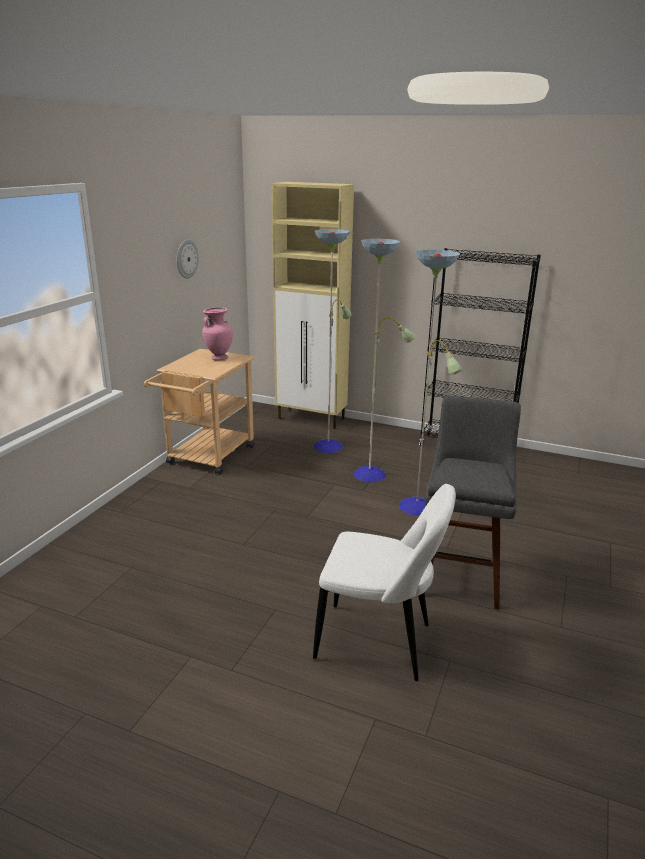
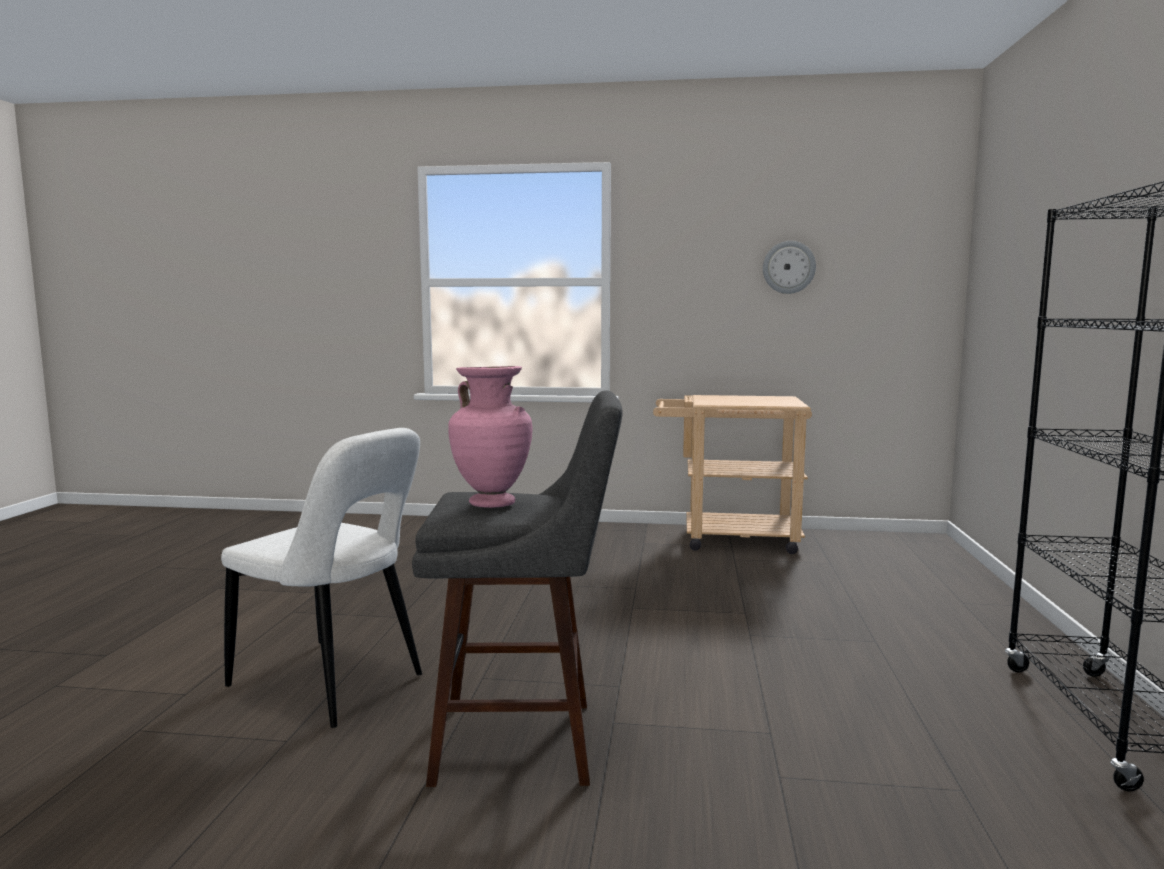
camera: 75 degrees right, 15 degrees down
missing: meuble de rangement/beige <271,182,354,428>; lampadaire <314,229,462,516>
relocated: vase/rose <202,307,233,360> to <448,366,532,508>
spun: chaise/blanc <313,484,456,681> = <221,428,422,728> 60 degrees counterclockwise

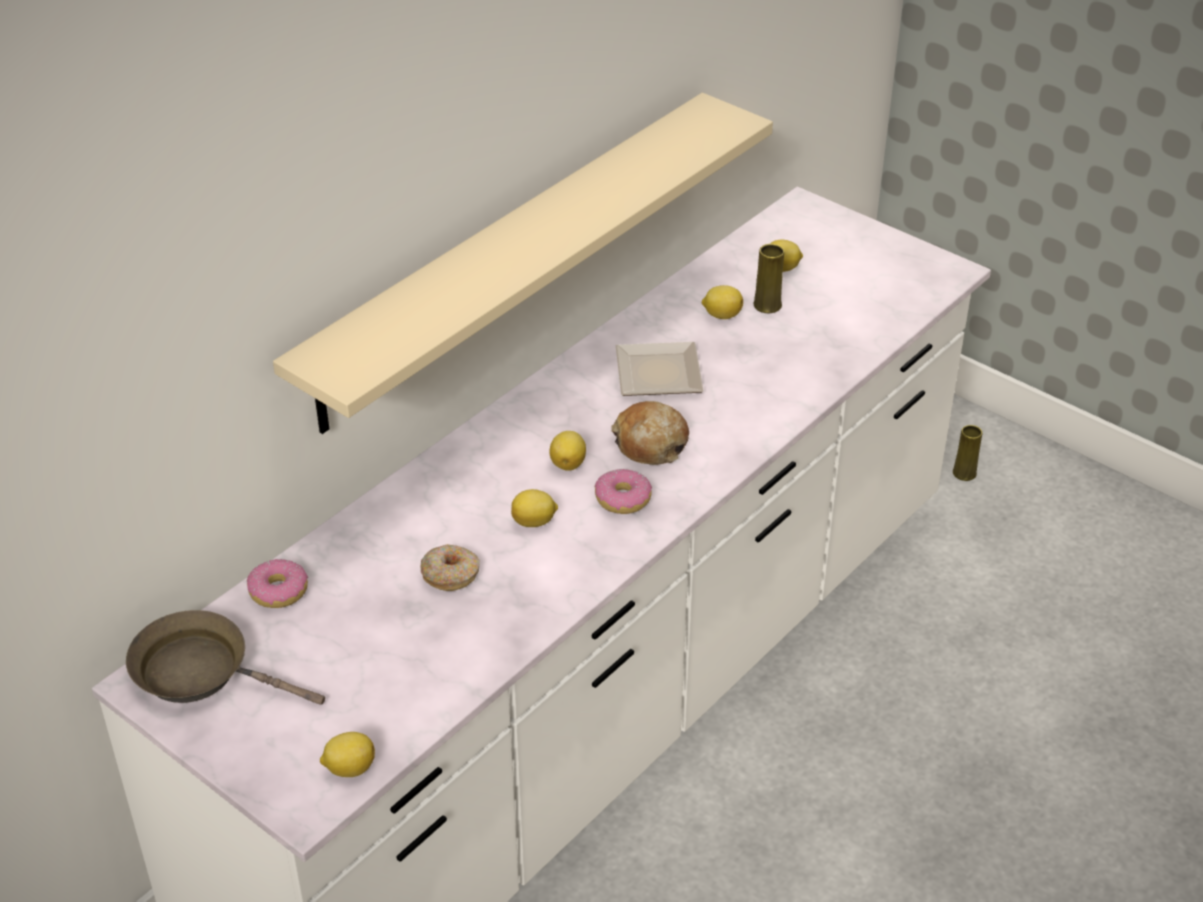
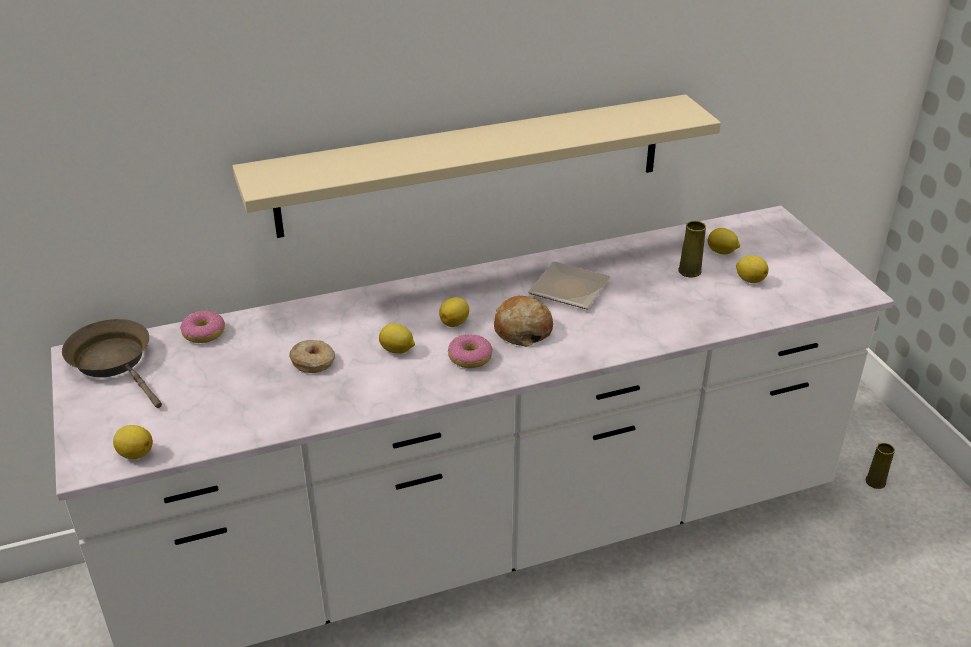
camera: 30 degrees right, 5 degrees down
relocated: citron <701,285,743,319> to <736,255,768,283>

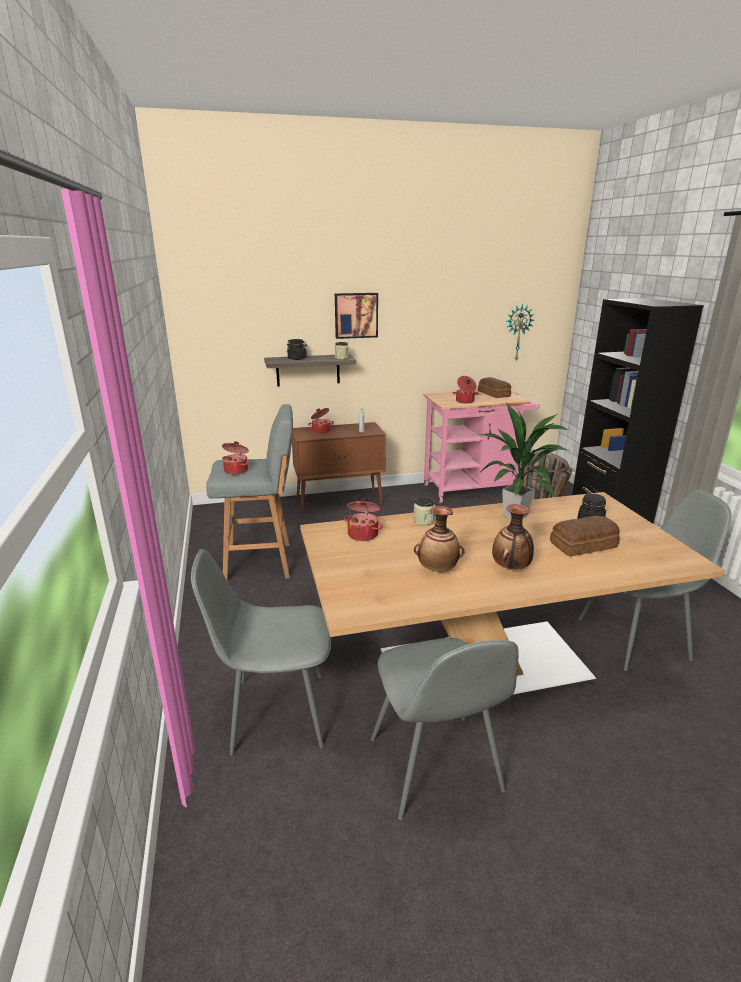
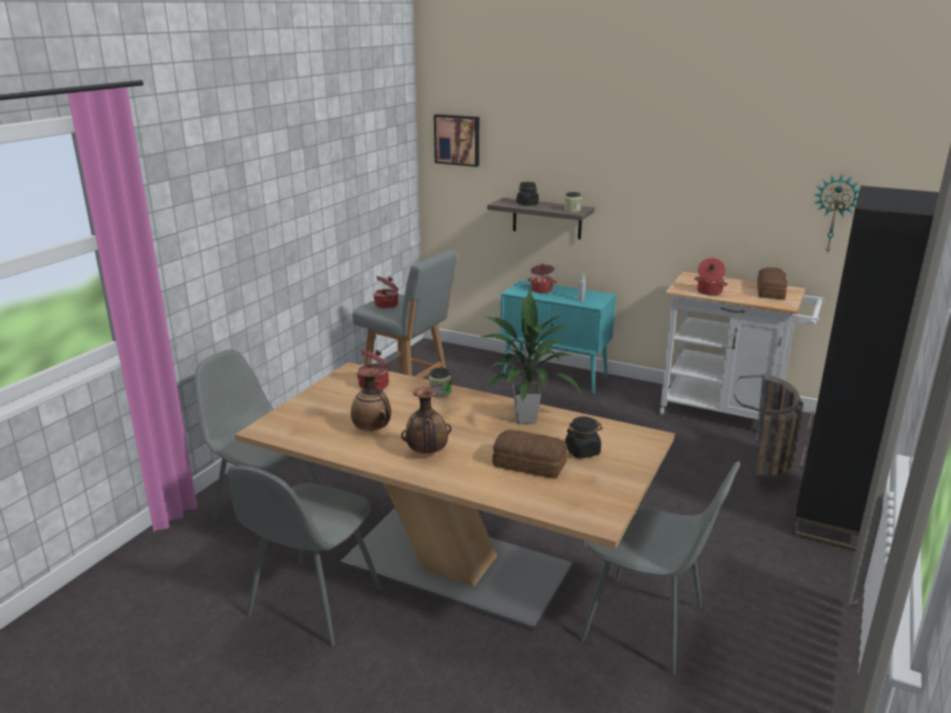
camera: 40 degrees right, 0 degrees up
relocated: tableau <335,293,378,339> to <434,114,479,167>
colour: meuble de rangement/marron <292,422,386,513> to meuble de rangement/turquoise <500,280,616,394>; chariot/rose <423,390,540,503> to chariot/blanc <660,272,825,420>

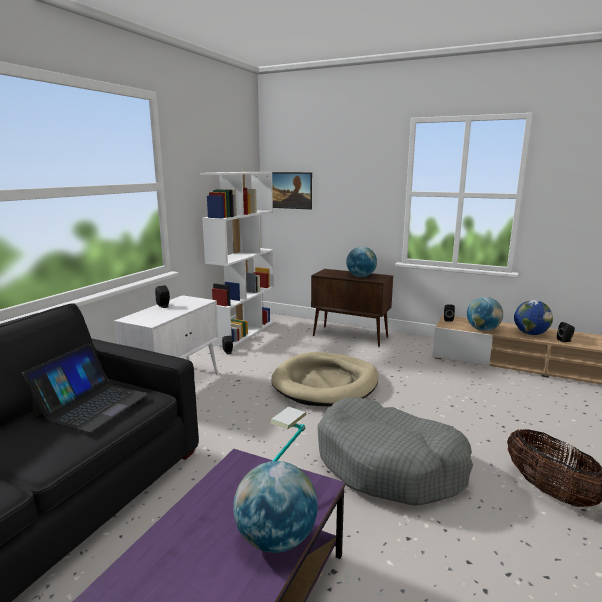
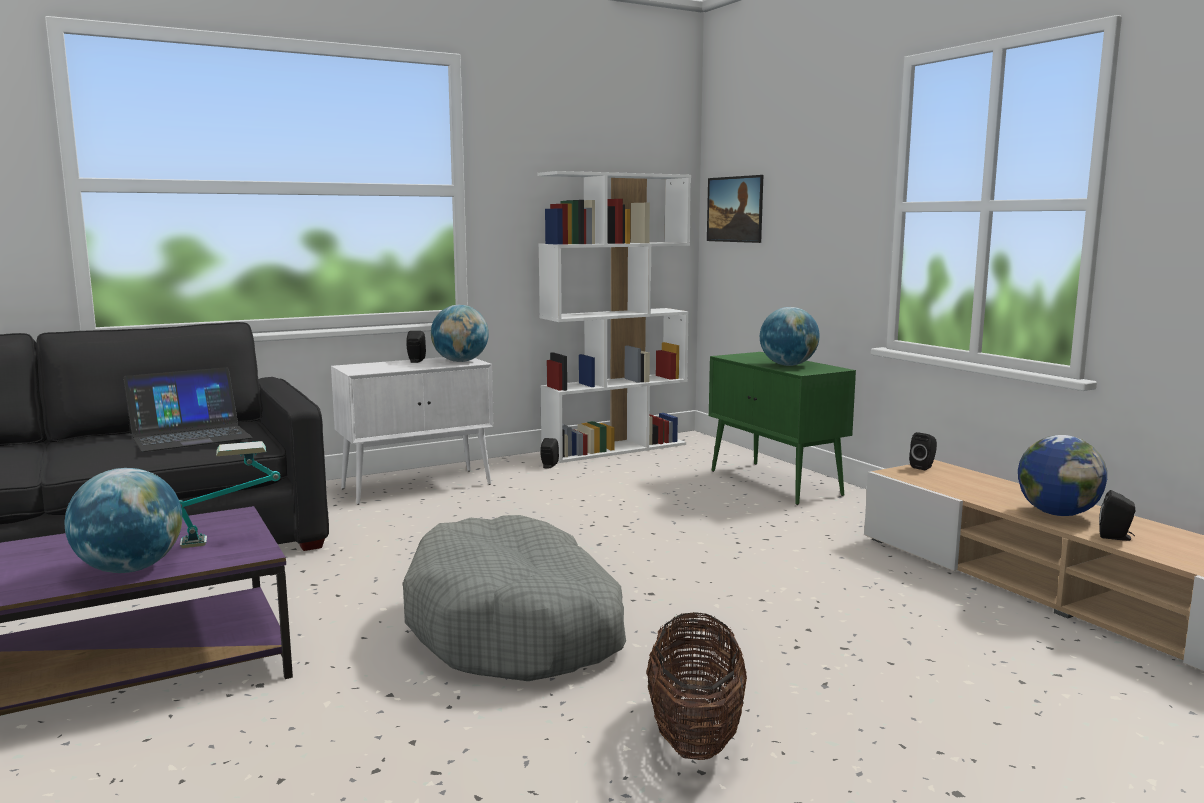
camera: 35 degrees right, 5 degrees down
missing: panier pour chien/beige <271,352,379,406>
relocated: globe <467,297,503,331> to <431,305,489,362>
colour: meuble de rangement/marron <311,269,393,347> to meuble de rangement/vert <709,352,856,505>

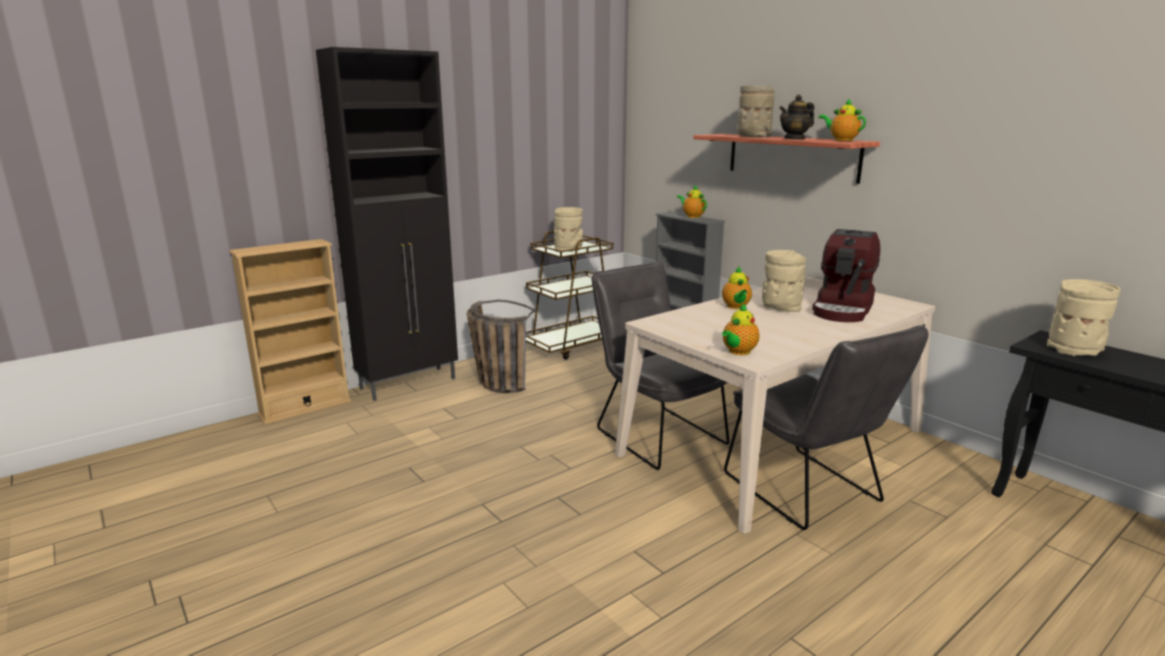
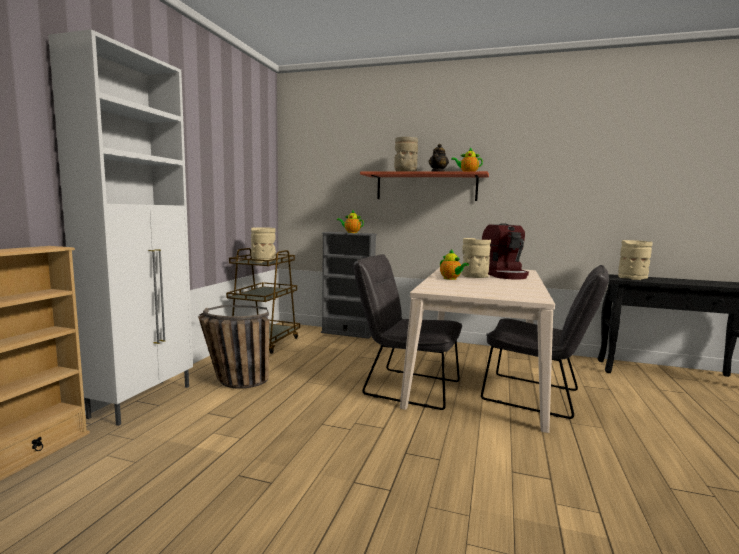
camera: 35 degrees left, 10 degrees down
missing: théière <722,303,759,355>
colour: meuble de rangement/noir <316,47,458,401> to meuble de rangement/blanc <48,29,193,426>

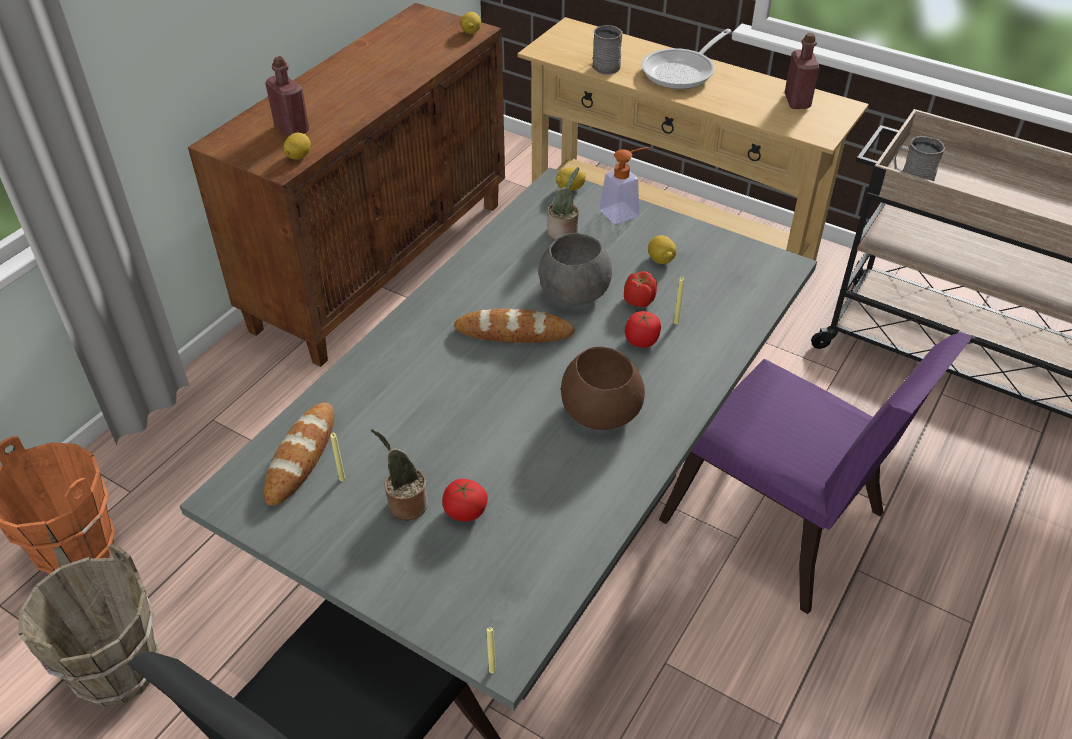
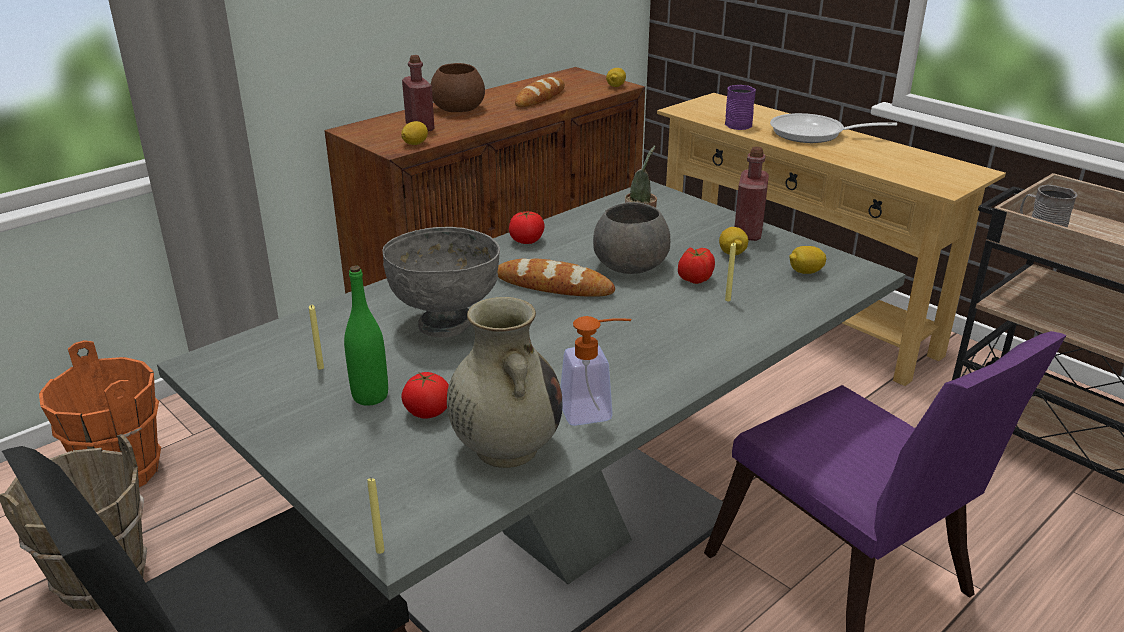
camera: 15 degrees right, 15 degrees down
appeared: bol/gris <382,227,500,338>; vase/beige <447,297,563,468>
relocated: pain <264,402,334,506> to <515,77,565,107>; citron <556,167,586,191> to <789,246,826,274>; bol/marron <561,347,645,430> to <431,63,485,112>; distributeur de savon <600,147,649,224> to <560,316,631,426>; tomate <625,311,661,348> to <509,211,545,244>; bouteille/rouge <785,33,820,109> to <735,146,769,241>
exchanged: plante en pot <371,429,428,521> to bouteille/vert <344,266,388,406>
colour: mug/gris <592,25,623,75> to mug/violet <725,85,756,130>
spun: poêle <642,29,731,89> = <770,113,897,143> 45 degrees clockwise

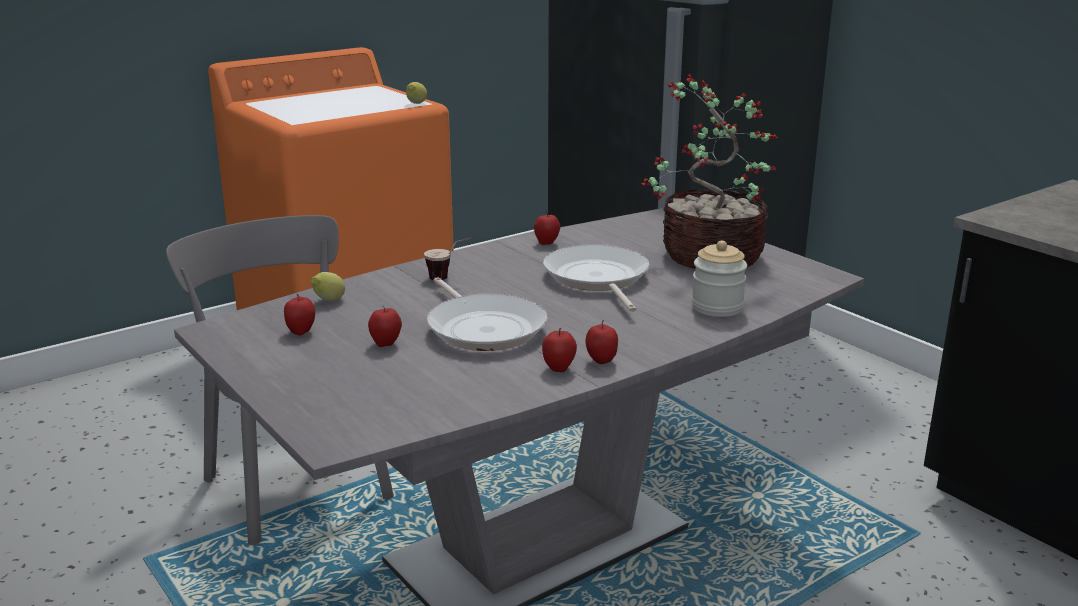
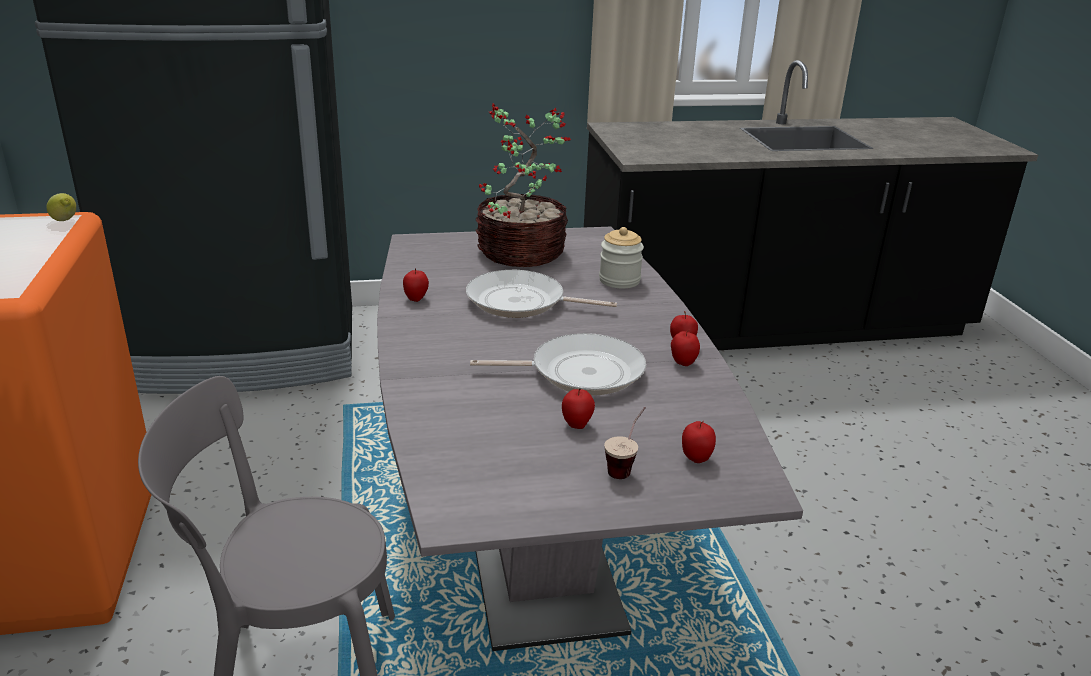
camera: 65 degrees left, 5 degrees up
missing: citron <311,272,345,301>
relocated: pomme <284,294,315,336> to <682,421,716,463>; tasse <424,237,472,280> to <604,407,646,479>

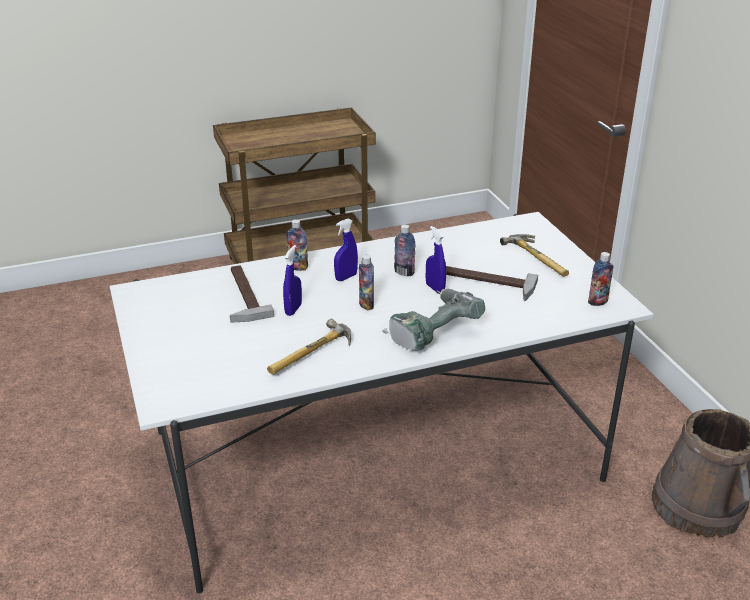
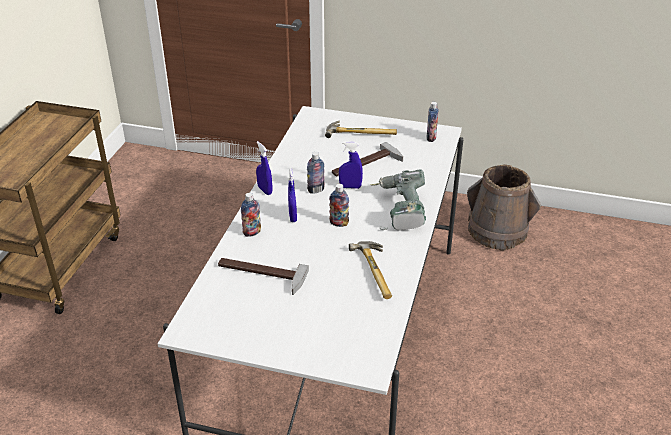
camera: 55 degrees left, 5 degrees up
relocated: vaporisateur/bleu <283,245,302,316> to <256,141,273,195>

